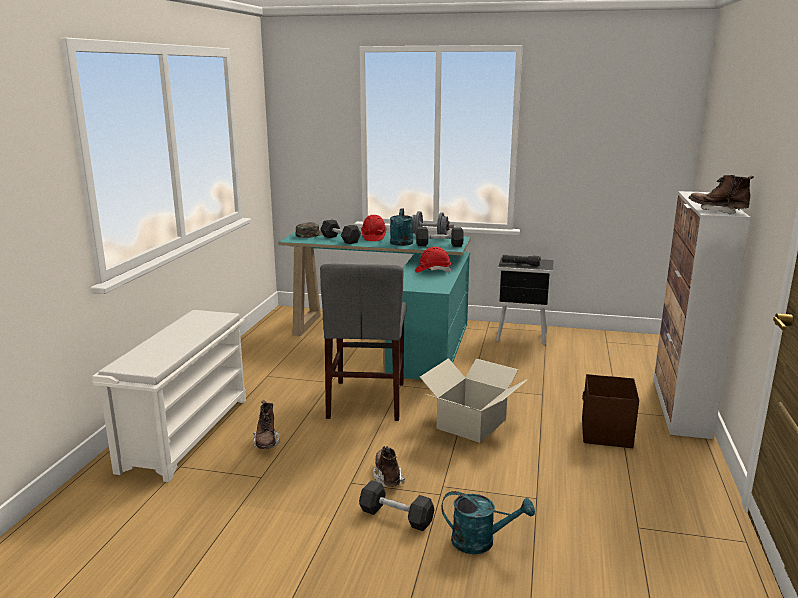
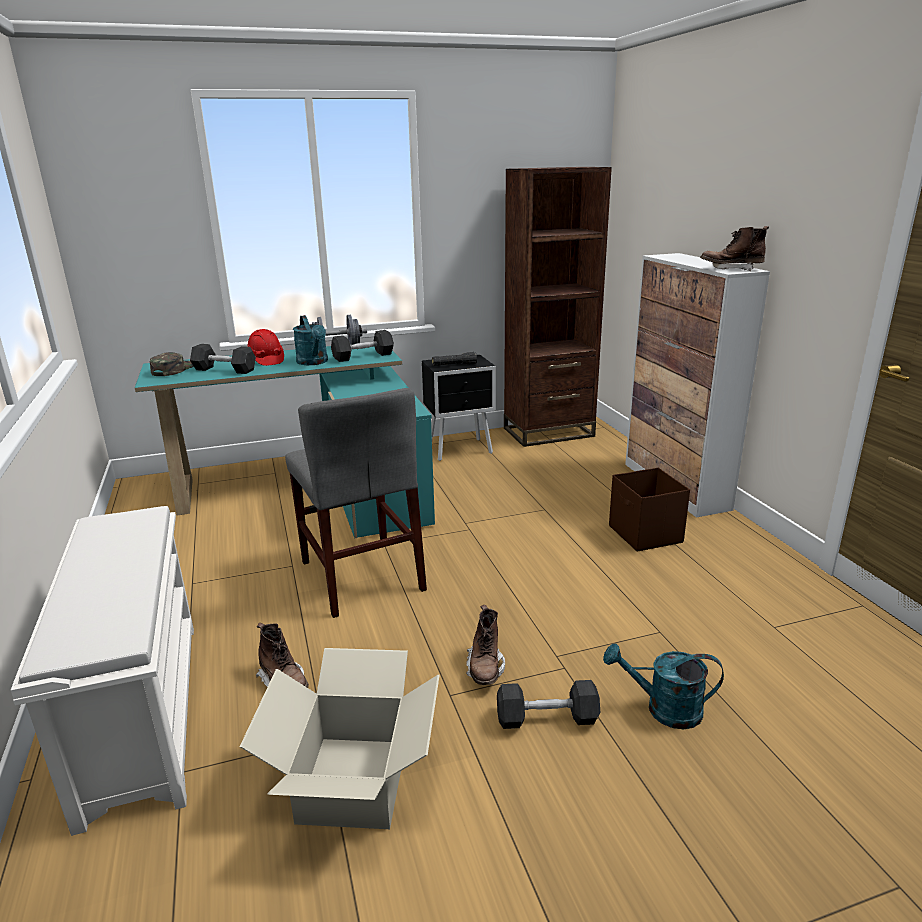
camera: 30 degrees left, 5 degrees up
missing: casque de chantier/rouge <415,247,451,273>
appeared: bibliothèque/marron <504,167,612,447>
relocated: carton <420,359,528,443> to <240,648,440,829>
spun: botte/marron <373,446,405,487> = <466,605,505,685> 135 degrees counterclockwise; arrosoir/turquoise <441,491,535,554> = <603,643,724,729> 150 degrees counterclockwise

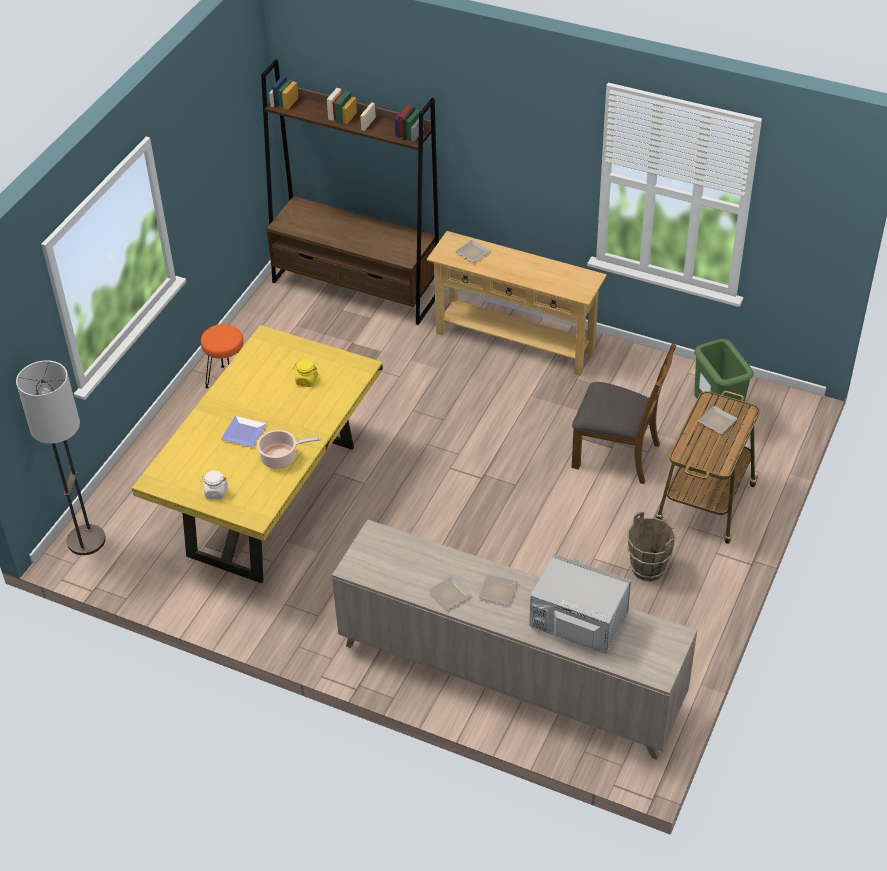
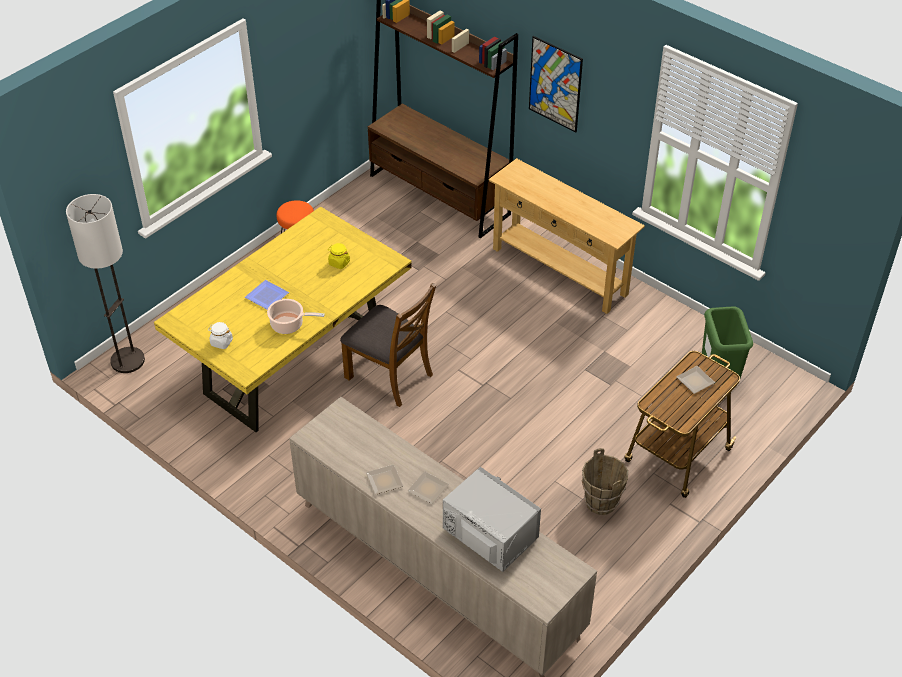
camera: 15 degrees right, 0 degrees up
missing: assiette <455,239,491,263>
appeared: tableau <529,36,583,133>
relocated: chaise/marron <572,344,676,484> to <340,283,436,407>

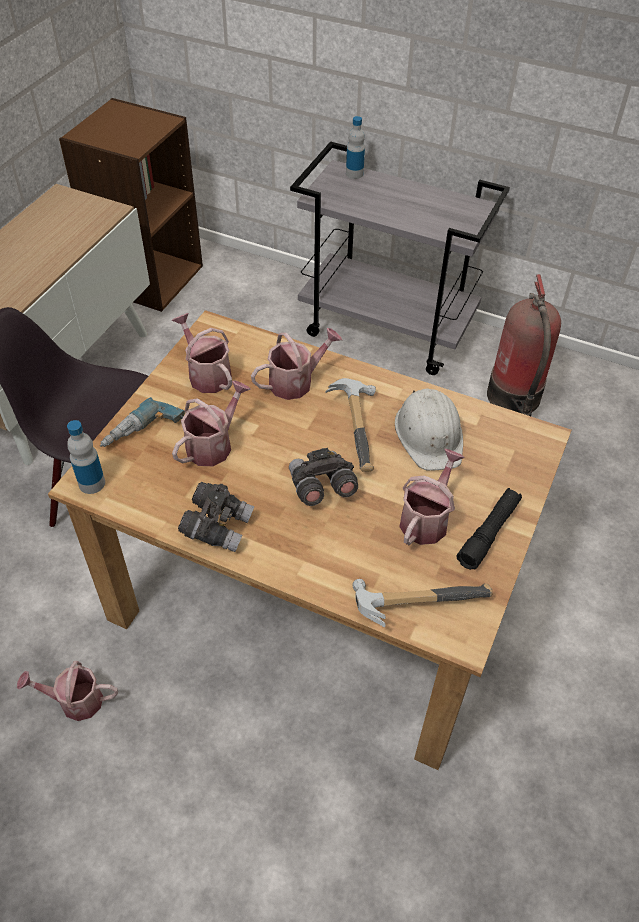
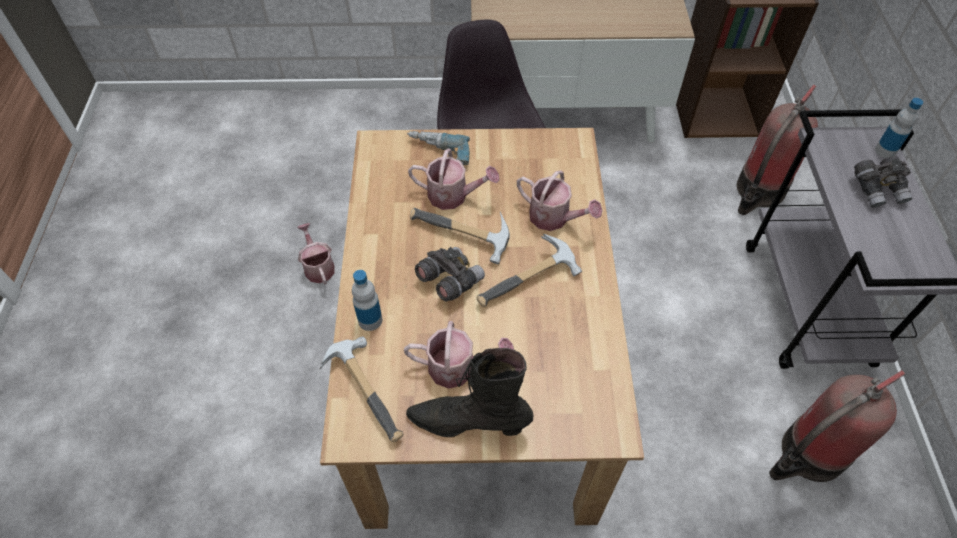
camera: 65 degrees right, 5 degrees up
missing: arrosoir <172,313,232,393>; casque de chantier/blanc <395,389,463,471>
appeared: marteau <410,208,510,264>; extincteur <737,85,818,215>
relocated: bouteille <67,420,105,494> to <352,270,382,331>; jumelles/gris <178,482,255,552> to <854,156,913,208>
exchanged: lampe de poche/noir <457,488,522,570> to botte/noir <406,348,533,437>

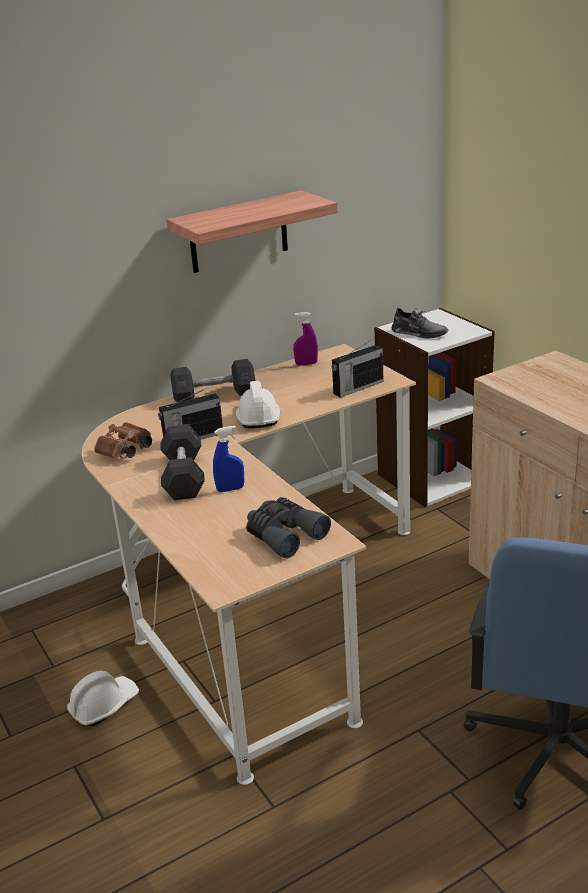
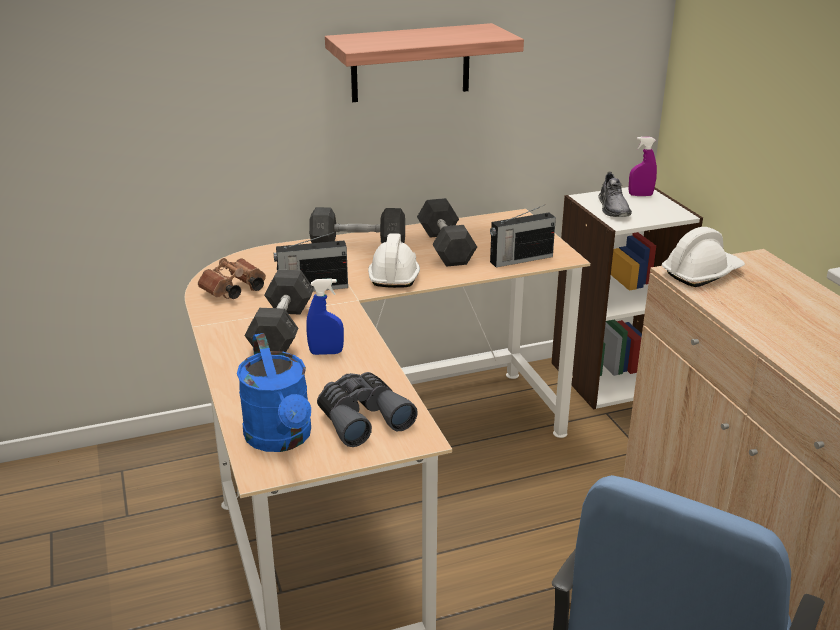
camera: 10 degrees right, 0 degrees up
appeared: arrosoir/bleu <237,333,311,452>; haltère/gris <417,198,477,267>
relocated: casque de chantier/blanc <67,670,139,726> to <662,227,745,287>; vaporisateur/violet <293,312,318,366> to <628,137,657,196>
spun: chaussure/gris <392,307,448,339> = <598,172,632,217> 45 degrees clockwise

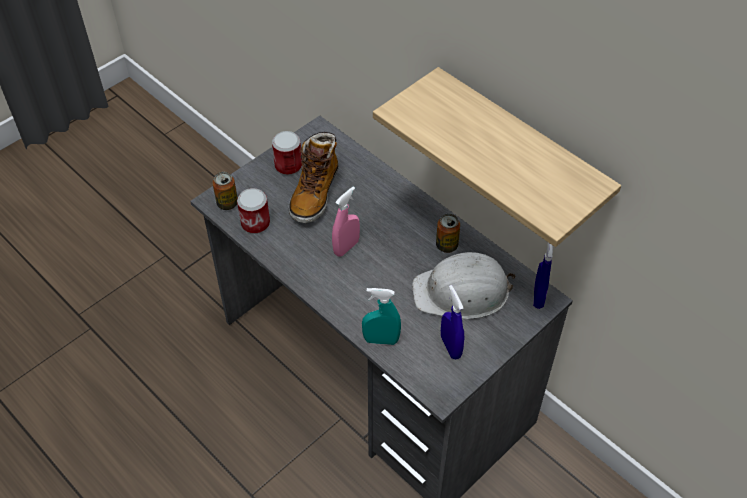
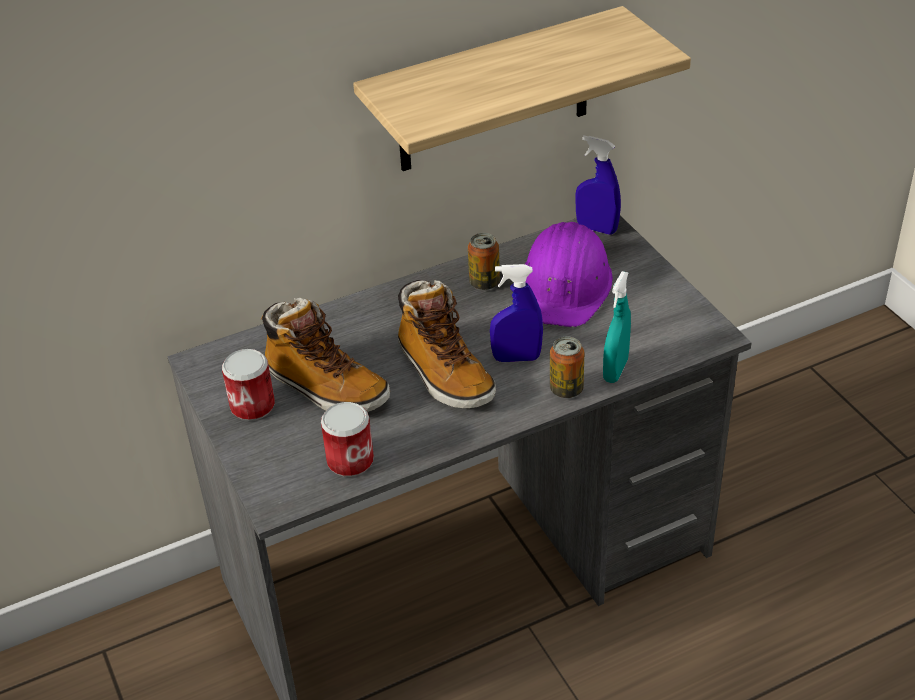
camera: 70 degrees left, 10 degrees down
relocated: boîte métallique <213,172,238,210> to <550,336,584,398>; vaporisateur/bleu <441,285,464,360> to <490,264,543,362>
exchanged: vaporisateur/rose <332,186,360,257> to botte <398,280,496,408>
colour: casque de chantier/blanc <412,252,515,319> to casque de chantier/violet <525,222,613,327>

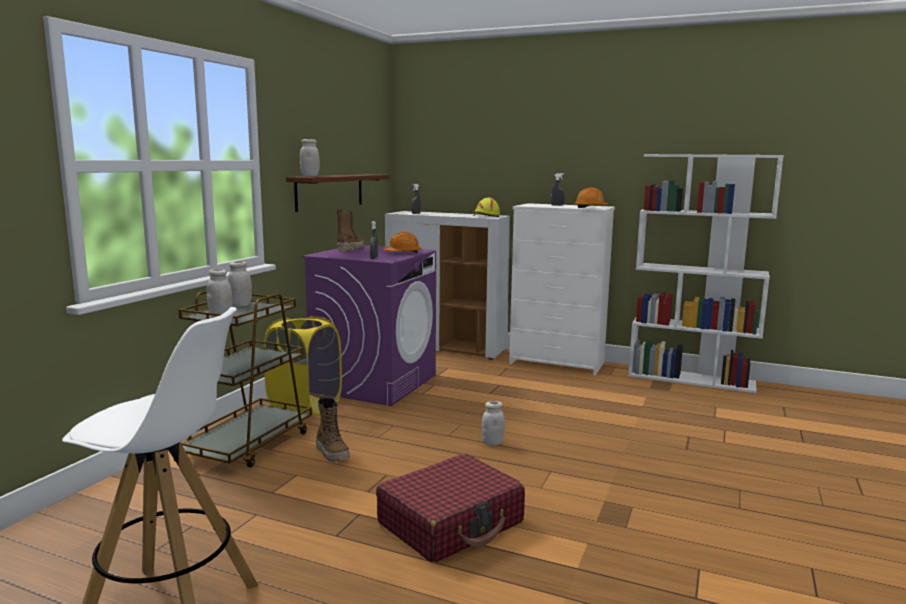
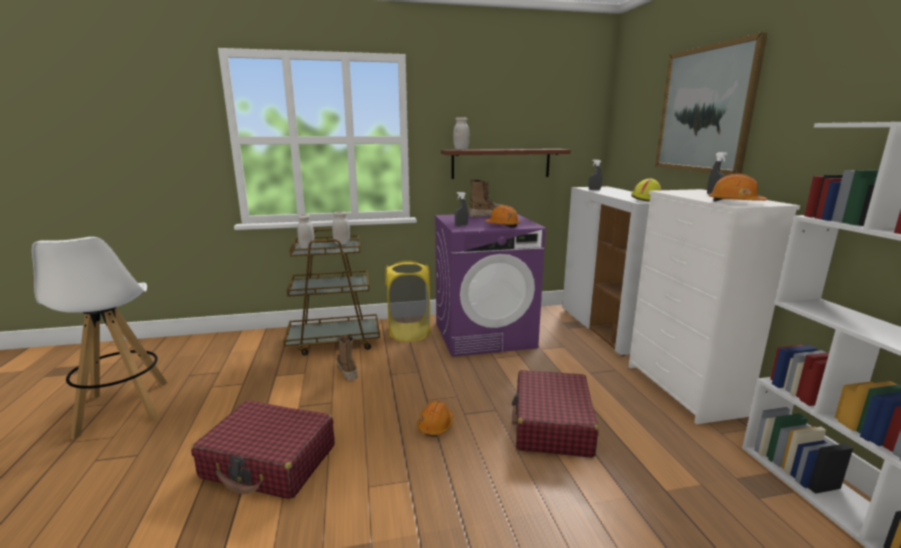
camera: 55 degrees right, 5 degrees up
appeared: valise/rouge <512,370,599,458>; tableau <655,32,768,175>
exchanged: bocal/blanc <482,401,505,446> to casque de chantier/orange <417,401,453,437>
spun: botte <316,394,350,462> = <337,335,357,381> 135 degrees clockwise

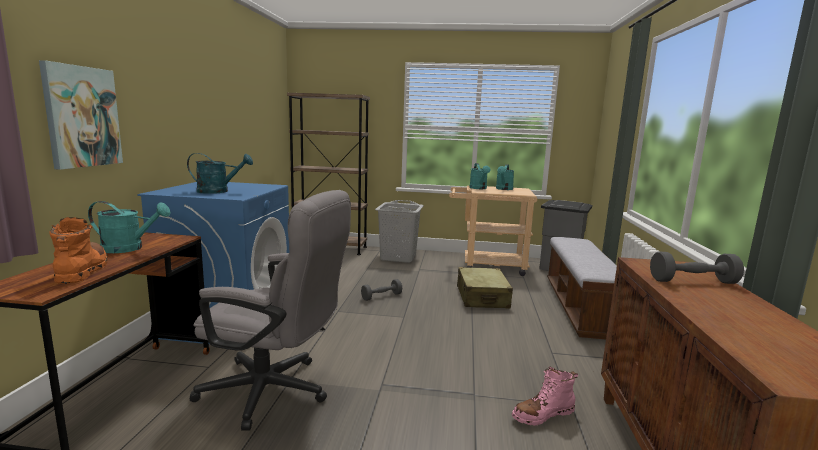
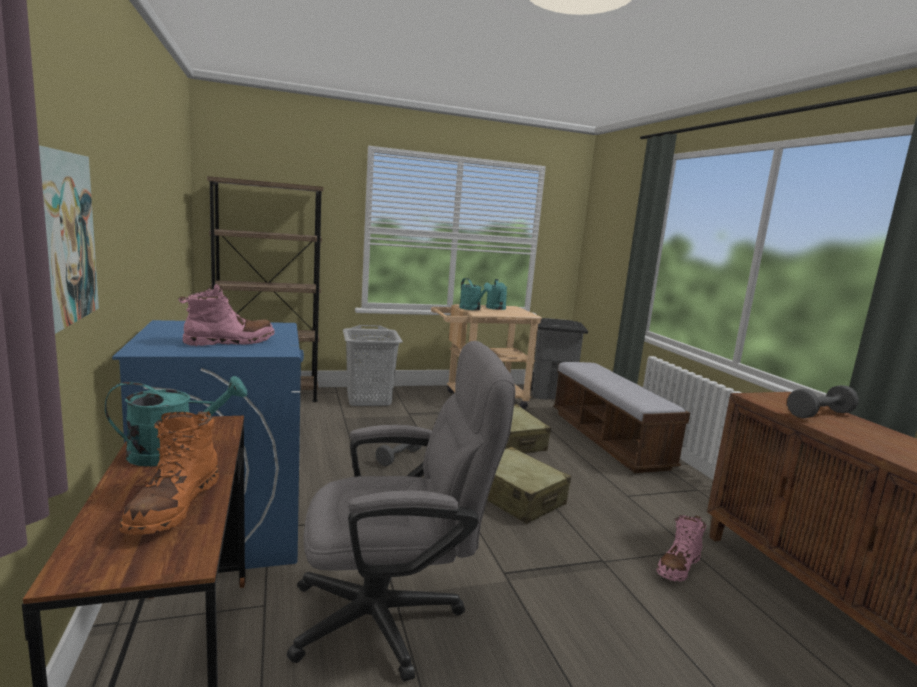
camera: 25 degrees left, 0 degrees up
appeared: valise/beige <487,447,571,524>
exchanged: arrosoir/turquoise <187,153,253,194> to botte/rose <178,284,275,346>
spun: botte/orange <49,217,108,284> = <120,411,219,535> 135 degrees counterclockwise

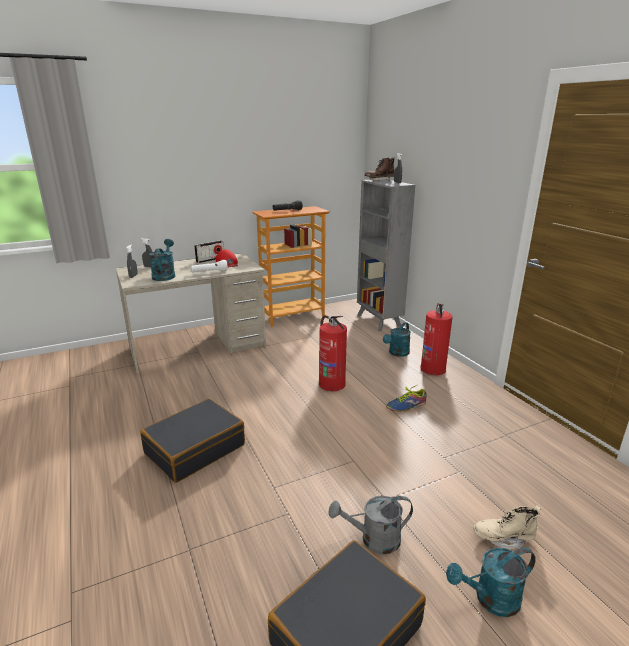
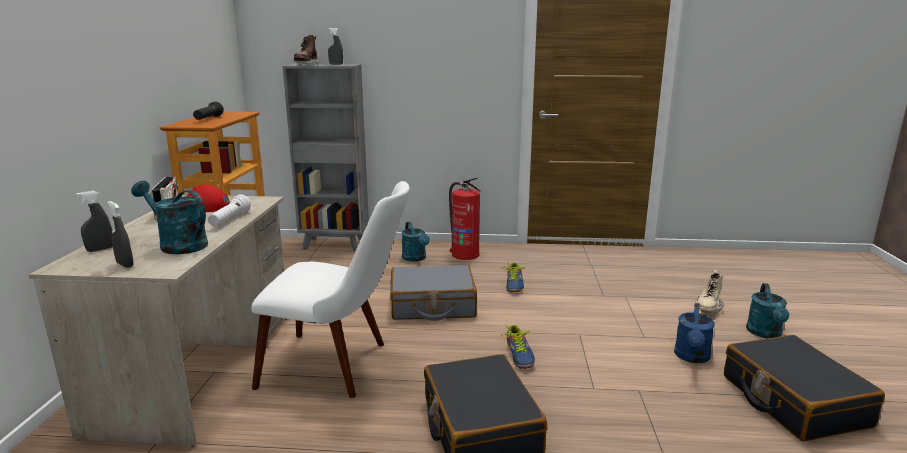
camera: 60 degrees left, 5 degrees down
appeared: chaise/blanc <251,181,410,398>; chaussure <501,325,535,369>
exchanged: extincteur <319,315,347,391> to valise/gris <390,265,477,321>
colour: arrosoir/gris <329,495,413,554> to arrosoir/bleu <674,303,715,363>

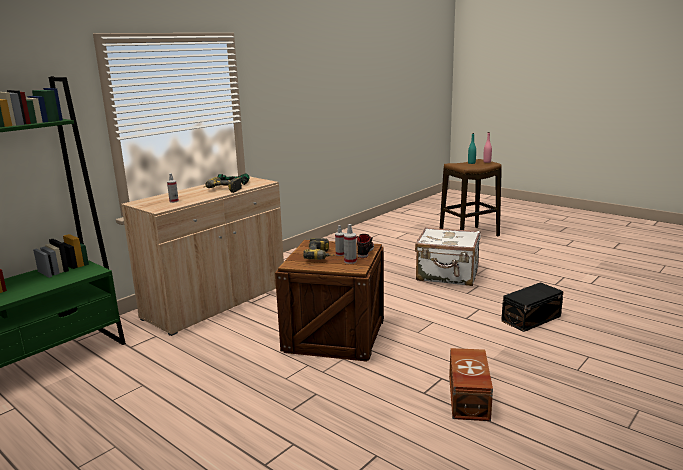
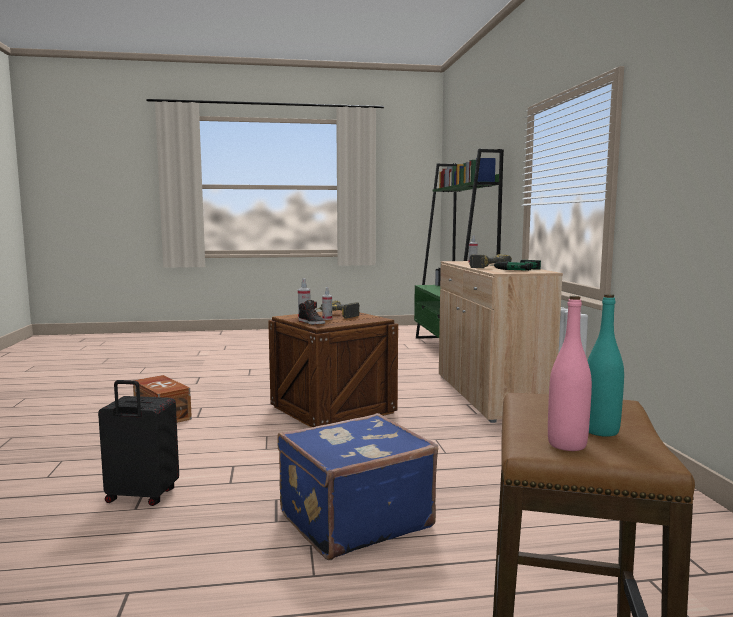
camera: 130 degrees right, 10 degrees down
exchanged: boîte de rangement/noir <501,282,564,332> to valise/noir <98,380,179,506>
colour: valise/blanc <415,227,481,286> to valise/bleu <277,413,438,560>

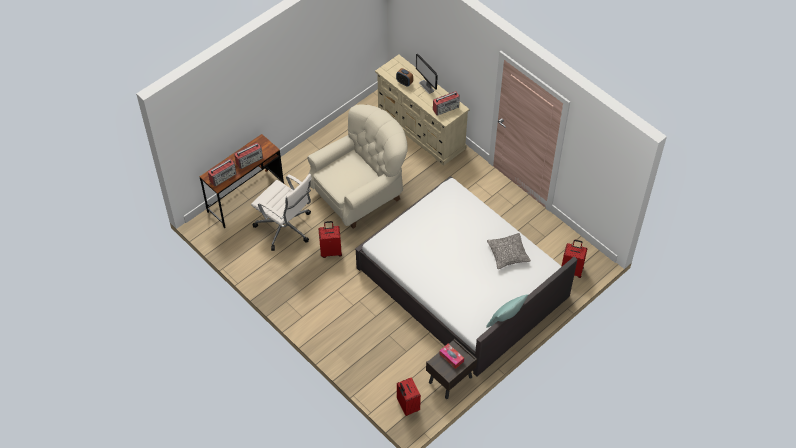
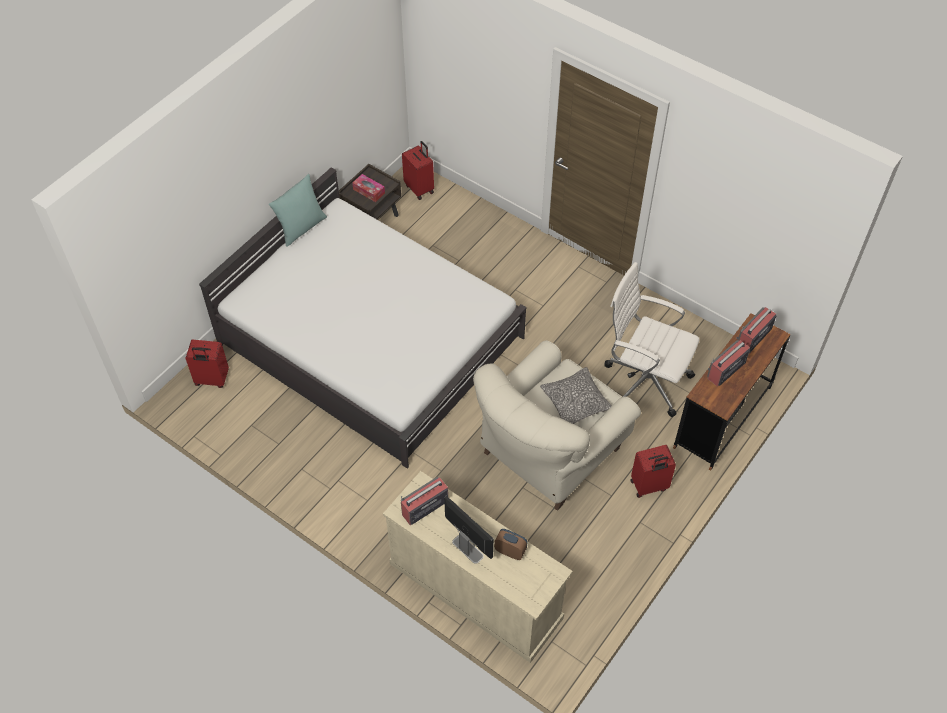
camera: 170 degrees right, 0 degrees up
relocated: valise/rouge <318,221,342,258> to <630,445,676,498>; coussin <487,233,531,269> to <540,367,611,424>

